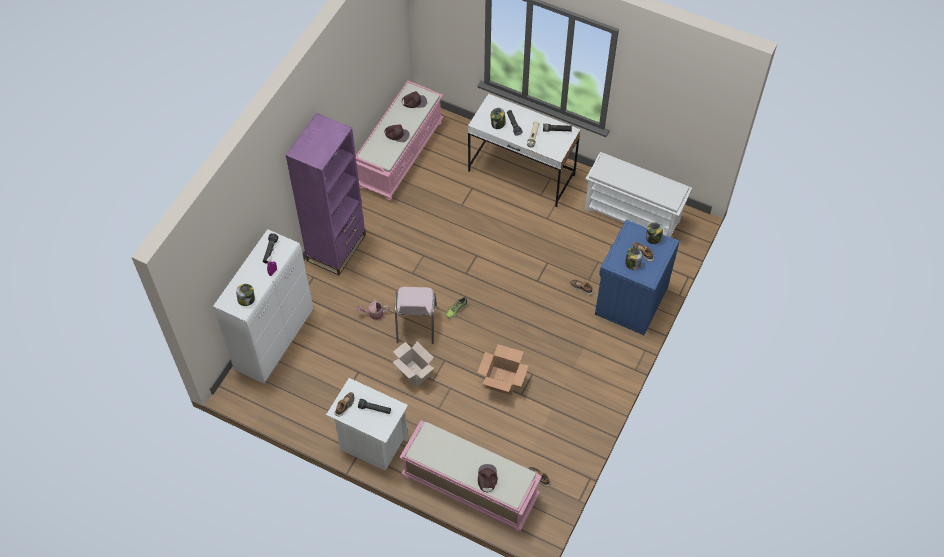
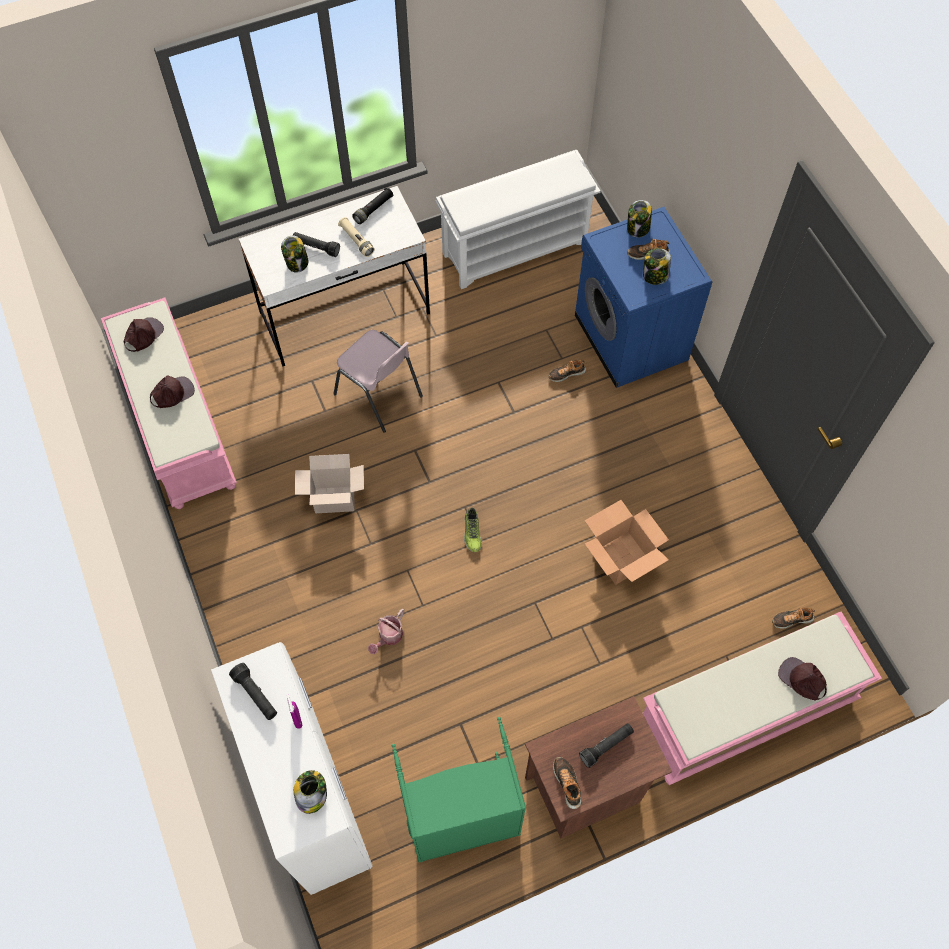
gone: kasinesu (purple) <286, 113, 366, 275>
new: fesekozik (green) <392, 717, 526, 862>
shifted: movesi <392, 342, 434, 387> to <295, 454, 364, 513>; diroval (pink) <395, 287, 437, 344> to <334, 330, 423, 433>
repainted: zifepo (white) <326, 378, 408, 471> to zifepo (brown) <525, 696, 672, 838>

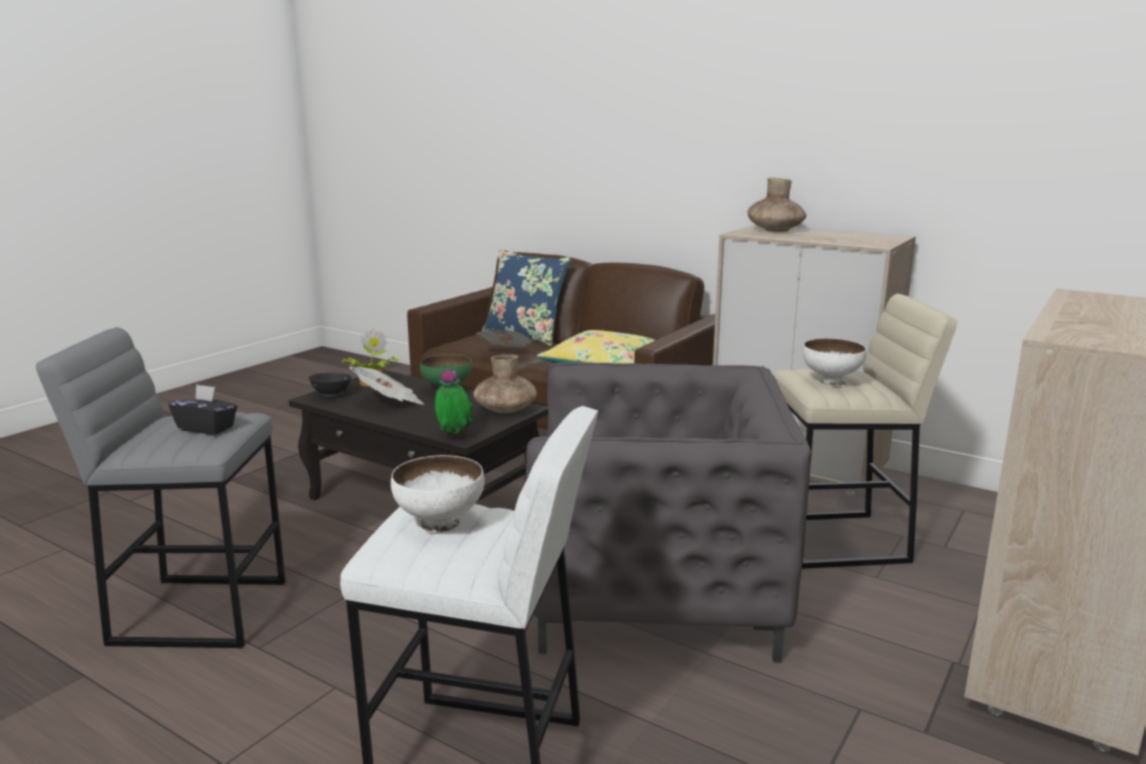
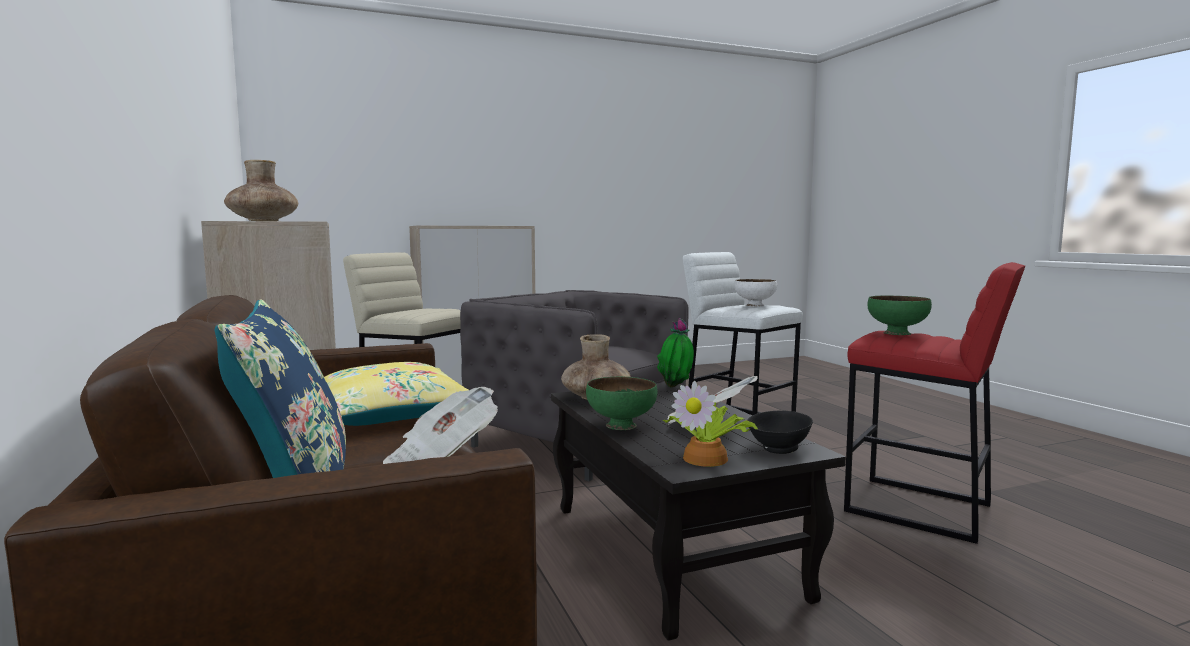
gone: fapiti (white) <803, 338, 866, 386>
swapped: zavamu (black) <169, 384, 238, 435> to fapiti (green) <867, 296, 932, 335>
repainted: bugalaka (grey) <36, 327, 285, 648> to bugalaka (red) <844, 262, 1025, 544>

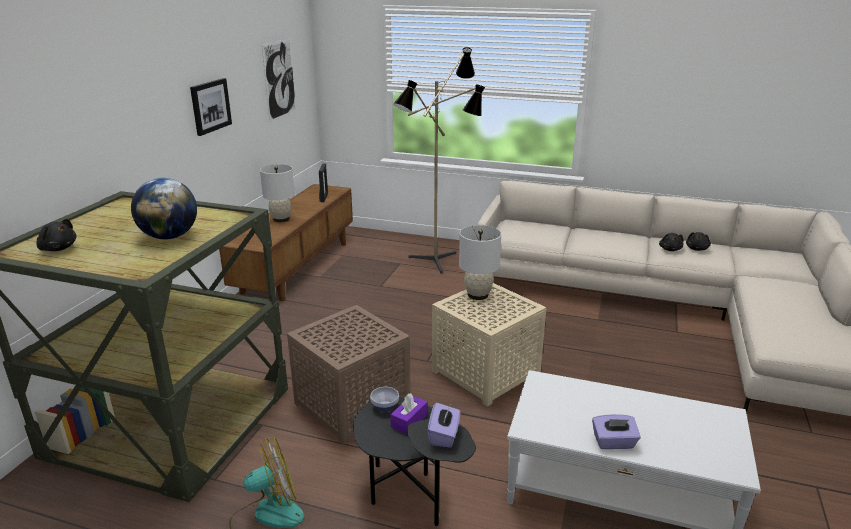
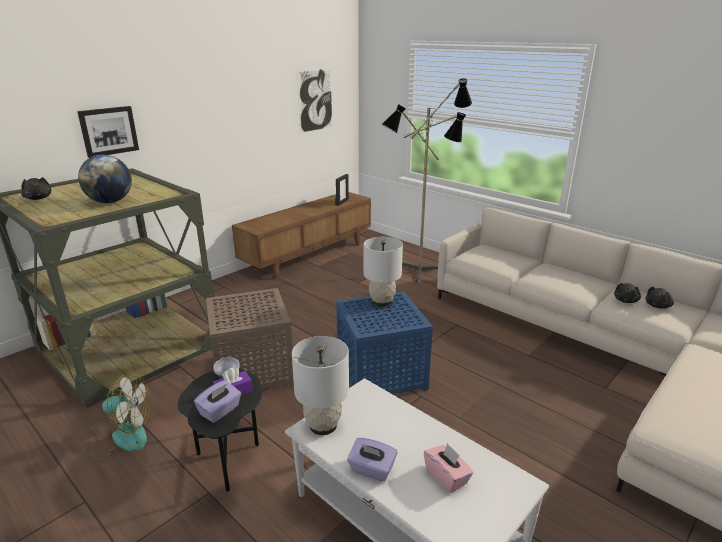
new: zavamu (pink) <424, 443, 473, 493>
shifted: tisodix <190, 78, 232, 136> to <77, 106, 139, 158>; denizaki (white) <260, 164, 295, 222> to <292, 336, 349, 435>
repainted: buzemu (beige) <432, 283, 546, 407> to buzemu (blue) <336, 291, 433, 394>

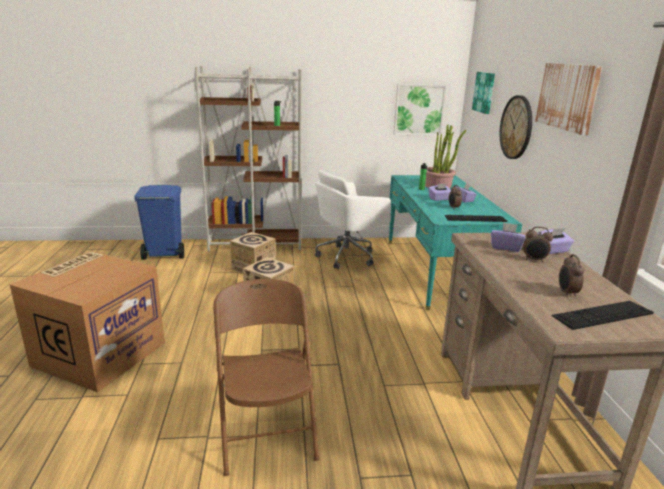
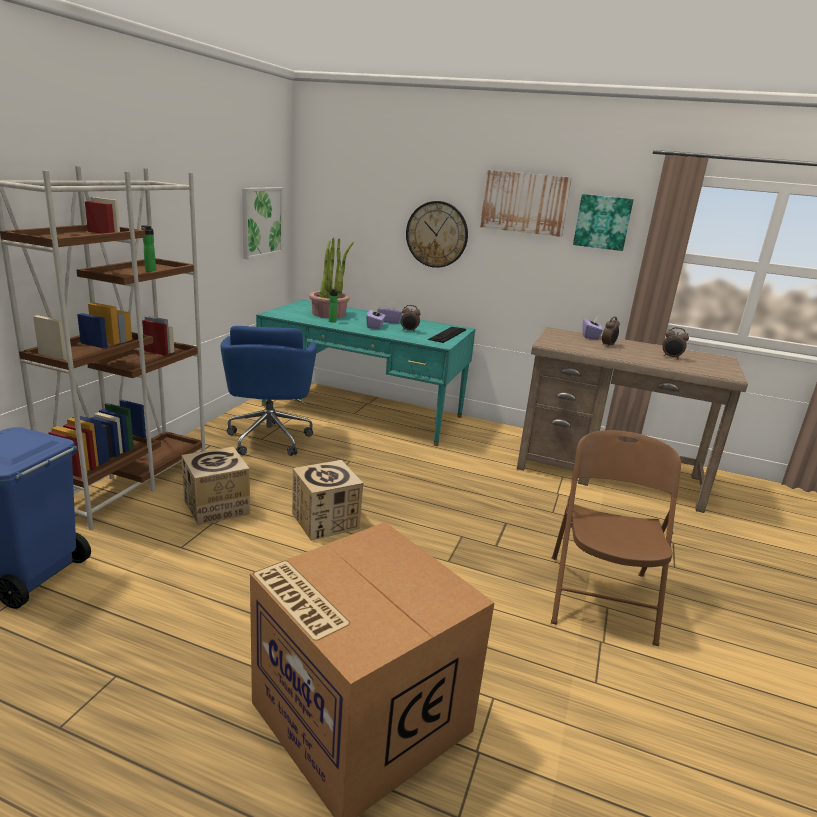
gone: zavamu (purple) <491, 222, 525, 252>; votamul <551, 301, 654, 330>
shifted: tisodix <472, 72, 495, 114> to <573, 194, 634, 251>
repainted: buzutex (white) <315, 170, 391, 269> to buzutex (blue) <220, 326, 317, 456>
rotated: diroval (brown) <213, 279, 320, 476> = <551, 430, 681, 646> 90 degrees clockwise

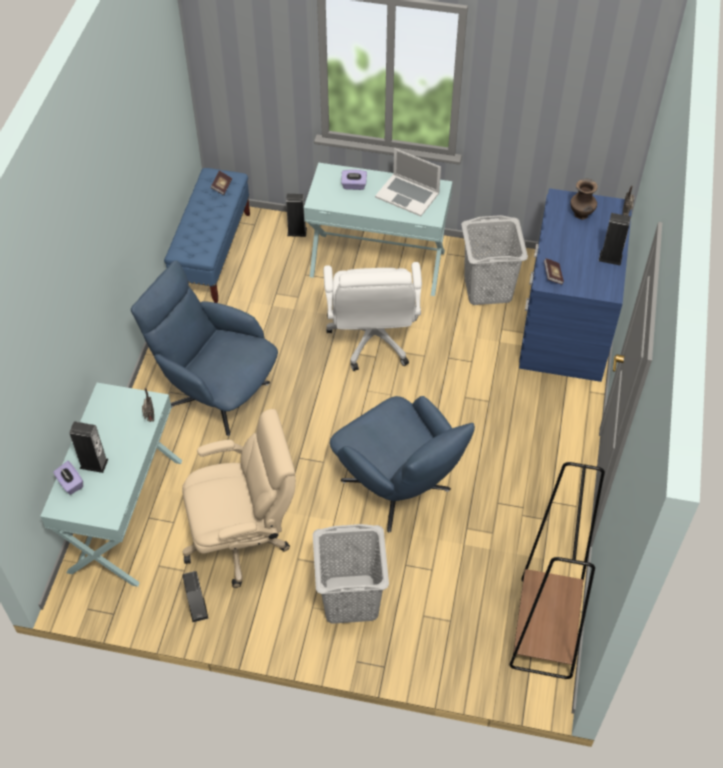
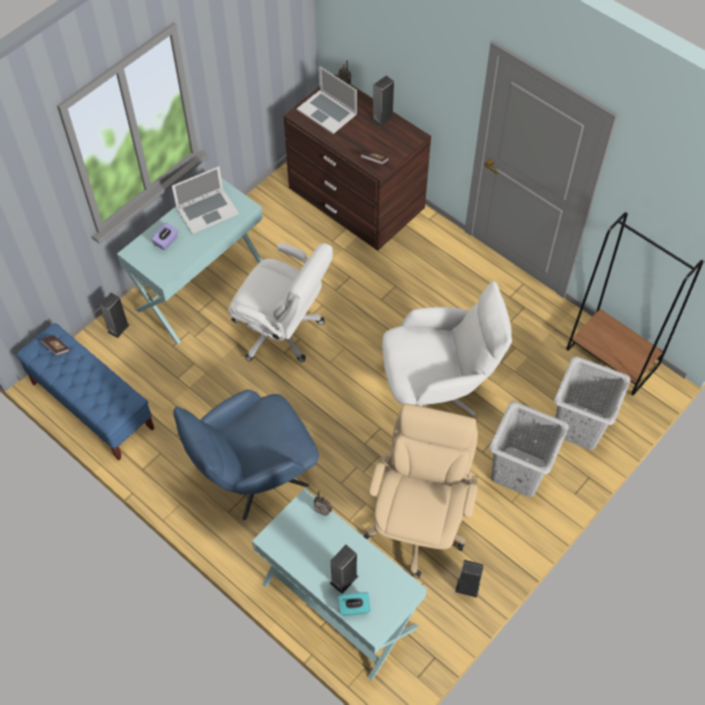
shifted: fesekozik (grey) <461, 215, 528, 305> to <554, 356, 631, 450>
swapped: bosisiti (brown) <570, 179, 598, 220> to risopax <297, 66, 357, 134>
repainted: zavamu (purple) <53, 461, 83, 495> to zavamu (turquoise) <338, 592, 370, 616>; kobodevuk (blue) <330, 396, 475, 532> to kobodevuk (white) <382, 281, 512, 416>; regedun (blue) <519, 188, 632, 382> to regedun (brown) <284, 74, 431, 251>

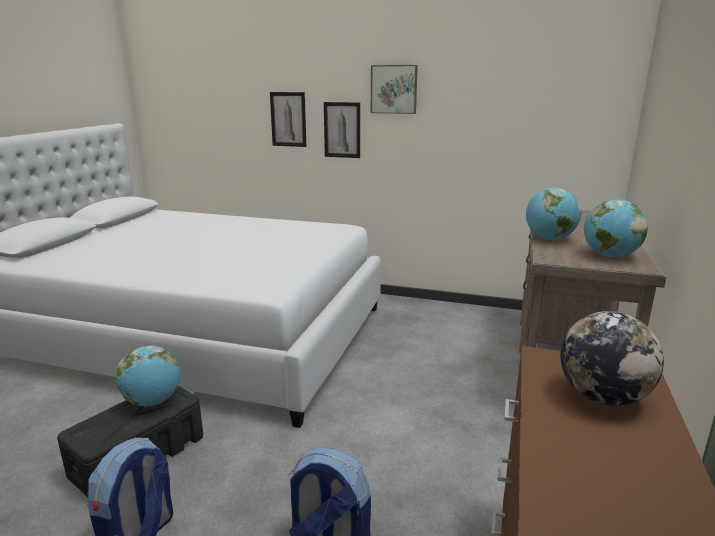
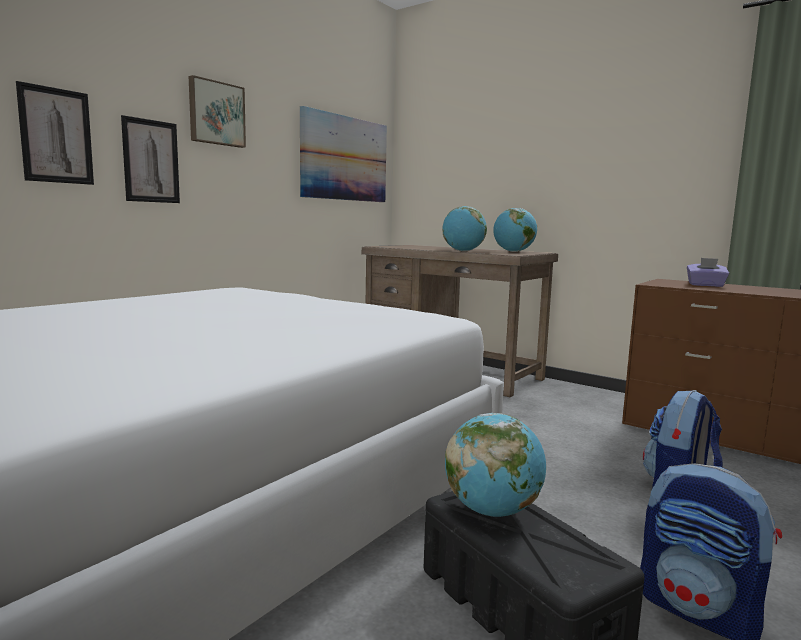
new: tisodix <300, 106, 387, 202>
swapped: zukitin <561, 311, 664, 406> to zavamu (purple) <687, 258, 729, 287>

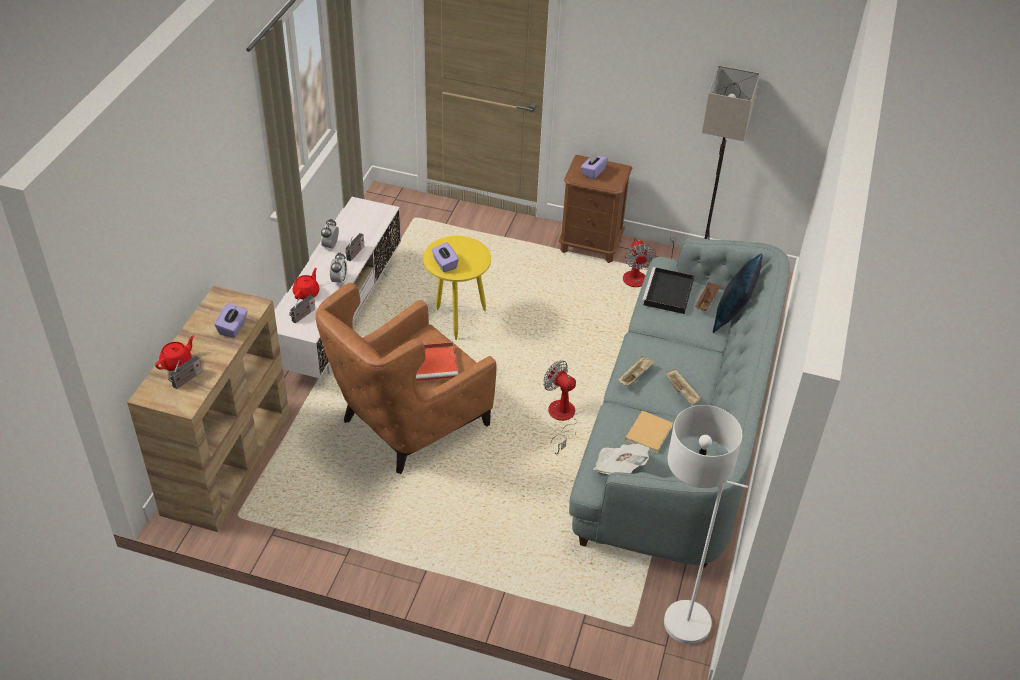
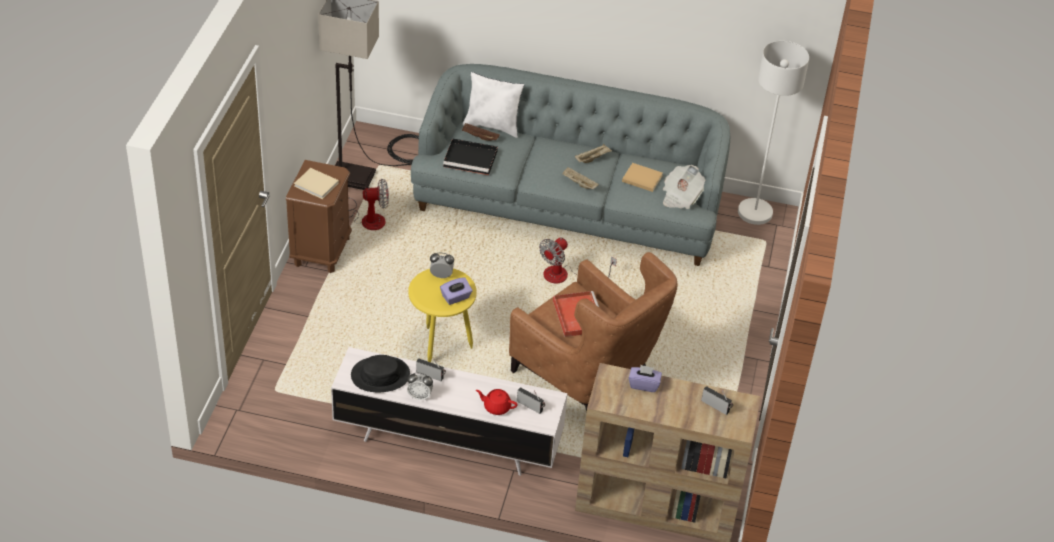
gone: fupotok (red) <155, 335, 194, 371>
new: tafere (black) <351, 355, 410, 392>
shifted: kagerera <330, 252, 347, 286> to <430, 253, 454, 278>
swapped: zavamu (purple) <581, 152, 608, 179> to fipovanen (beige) <294, 168, 339, 199>
repainted: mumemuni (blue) <713, 253, 762, 333> to mumemuni (white) <463, 72, 524, 138>

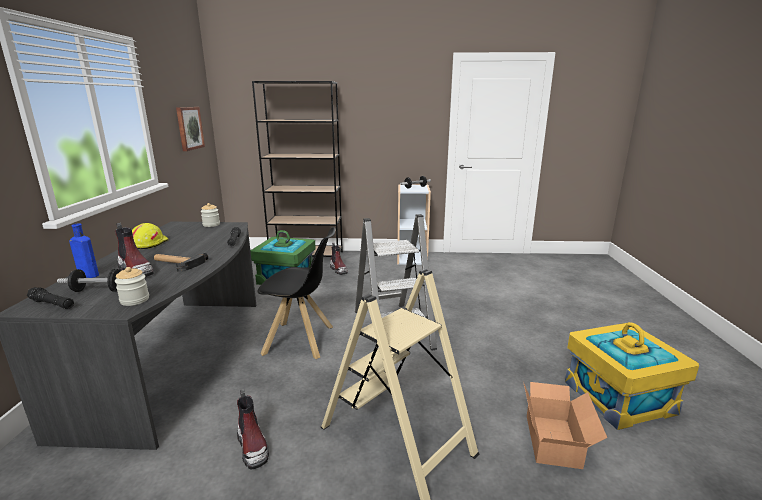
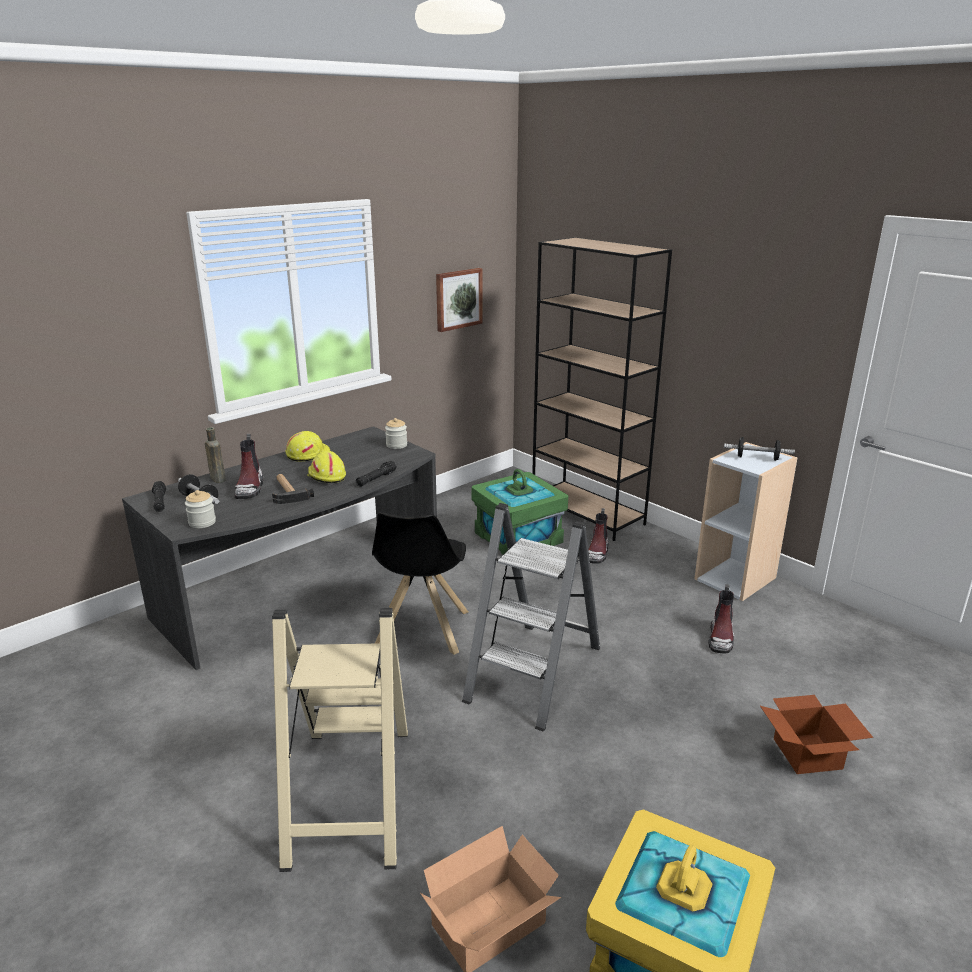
new: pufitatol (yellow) <307, 451, 346, 483>; movesi <760, 695, 873, 774>
shifted: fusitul <237, 389, 269, 470> to <708, 584, 734, 653>
repainted: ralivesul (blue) <69, 223, 99, 278> to ralivesul (brown) <205, 427, 226, 483>
rotated: diroval (black) <257, 227, 336, 359> = <372, 512, 468, 655> 45 degrees clockwise

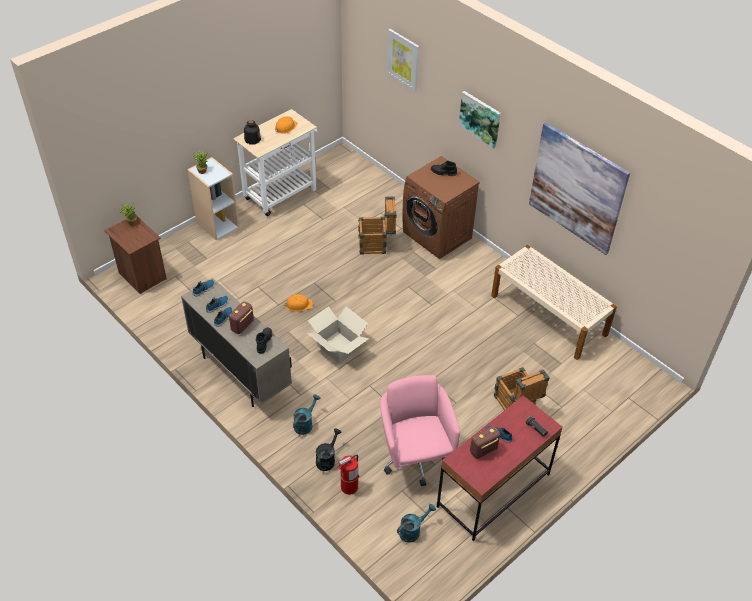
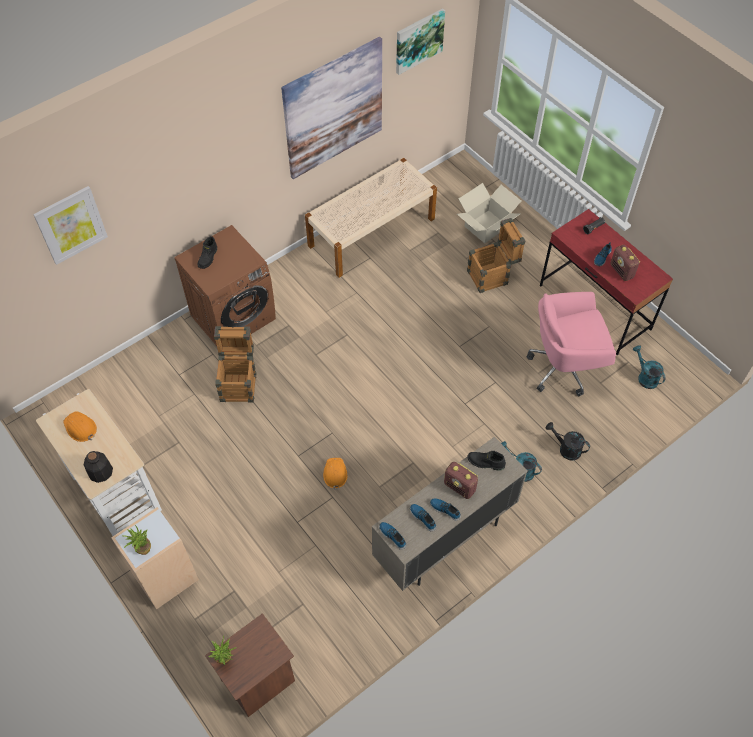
gone: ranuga <337, 454, 359, 495>
shifted: movesi <307, 307, 369, 364> to <457, 183, 521, 243>; tisodix <459, 91, 501, 149> to <396, 8, 445, 75>

